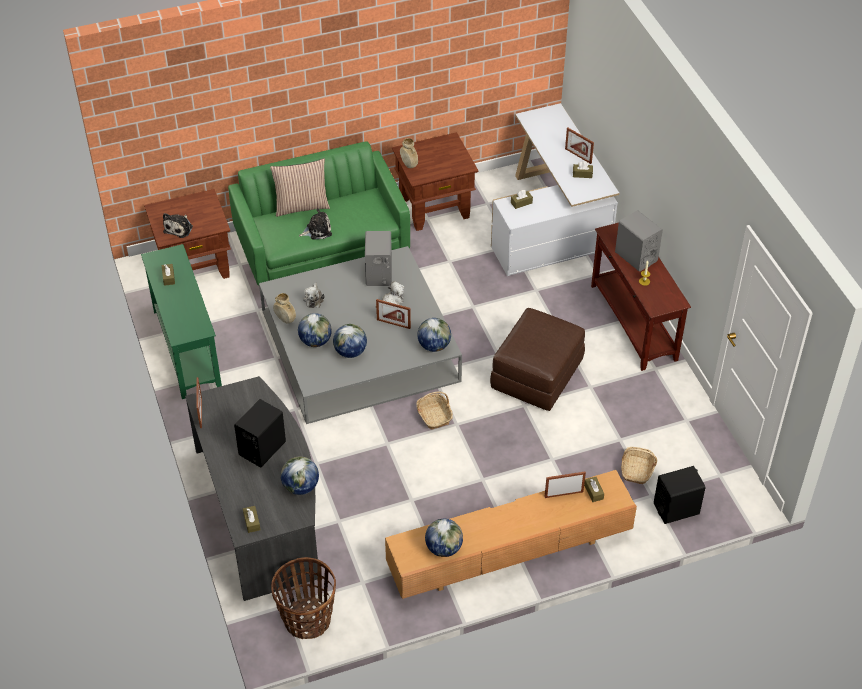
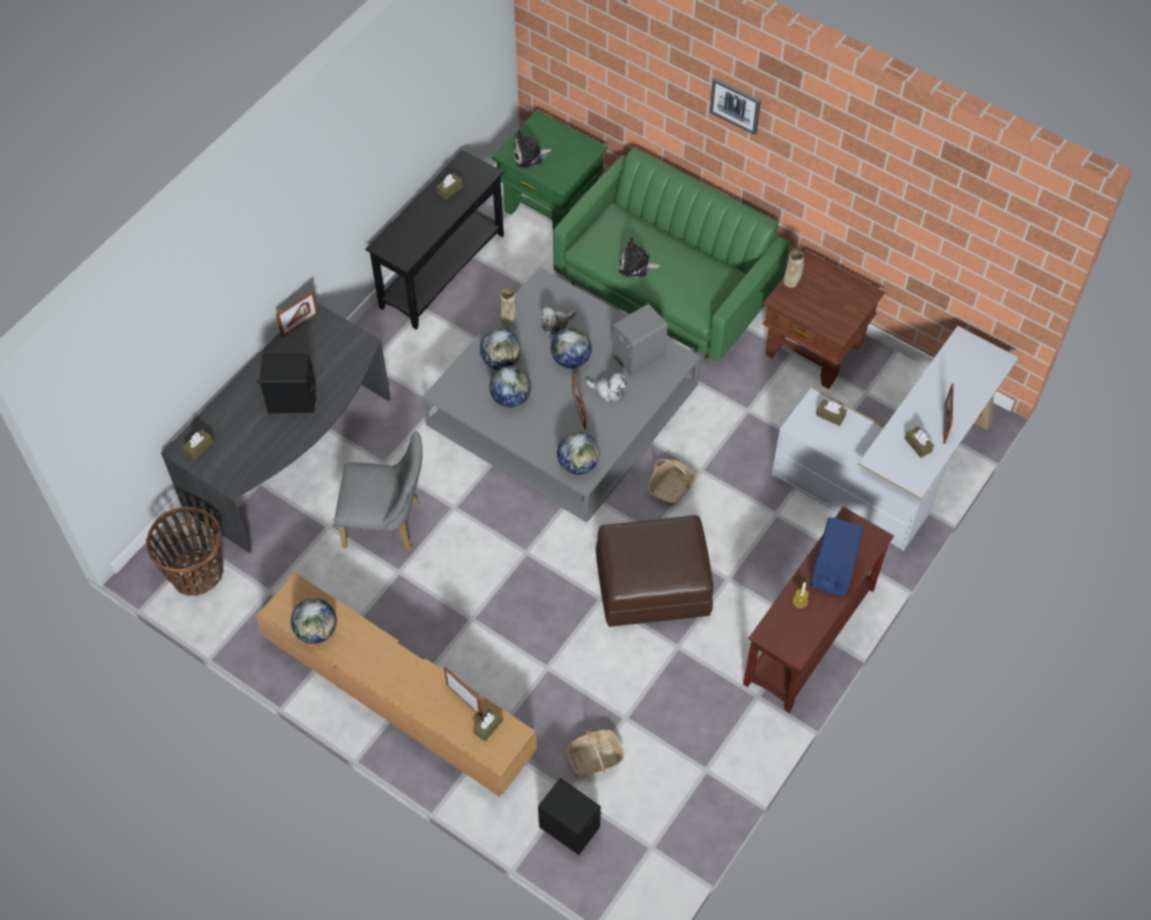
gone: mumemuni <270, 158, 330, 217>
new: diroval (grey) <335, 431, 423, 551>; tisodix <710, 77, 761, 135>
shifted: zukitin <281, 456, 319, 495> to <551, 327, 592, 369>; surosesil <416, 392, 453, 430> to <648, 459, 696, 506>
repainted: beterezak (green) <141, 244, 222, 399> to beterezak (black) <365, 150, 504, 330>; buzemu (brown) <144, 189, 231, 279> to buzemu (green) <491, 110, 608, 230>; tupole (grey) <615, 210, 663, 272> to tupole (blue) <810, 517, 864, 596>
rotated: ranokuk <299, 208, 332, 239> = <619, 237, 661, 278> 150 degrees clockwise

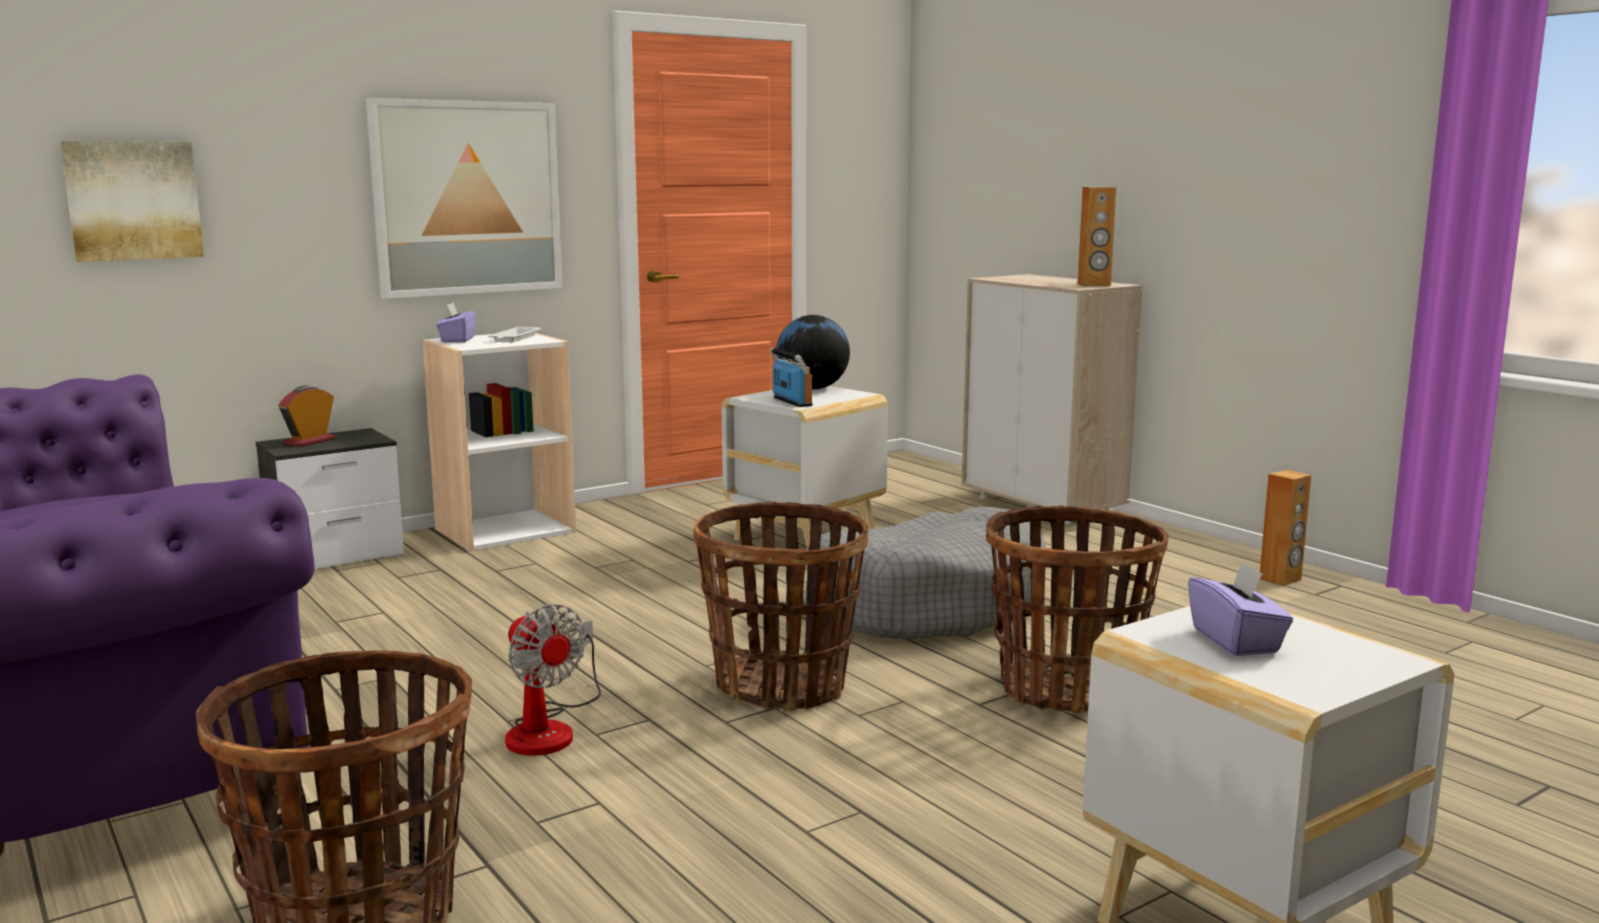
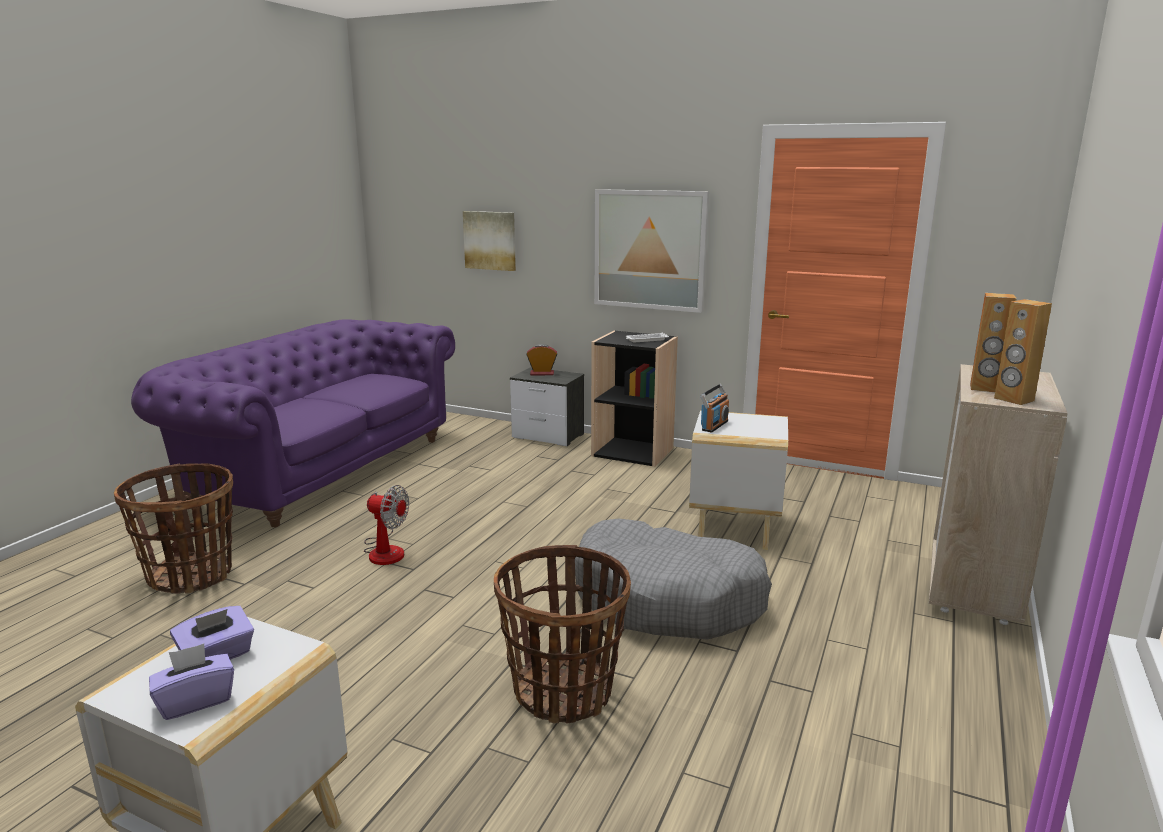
gone: surosesil <693, 501, 869, 711>; zukitin <776, 315, 850, 389>
shifted: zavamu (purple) <436, 302, 476, 342> to <149, 643, 234, 720>; tupole (brown) <1260, 470, 1311, 586> to <970, 293, 1017, 392>
repainted: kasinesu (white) <422, 333, 576, 551> to kasinesu (black) <591, 331, 678, 467>
rotated: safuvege <505, 604, 601, 756> = <364, 485, 409, 565> 90 degrees counterclockwise

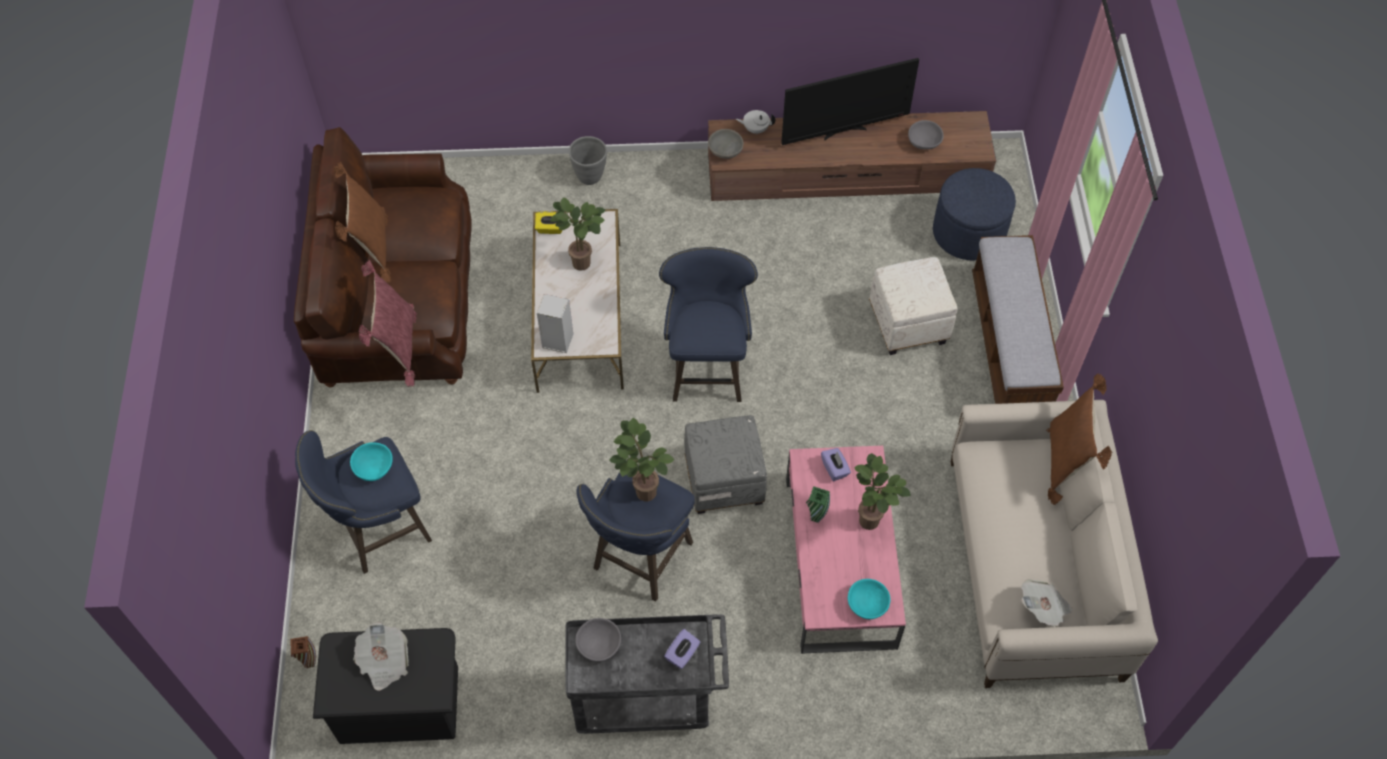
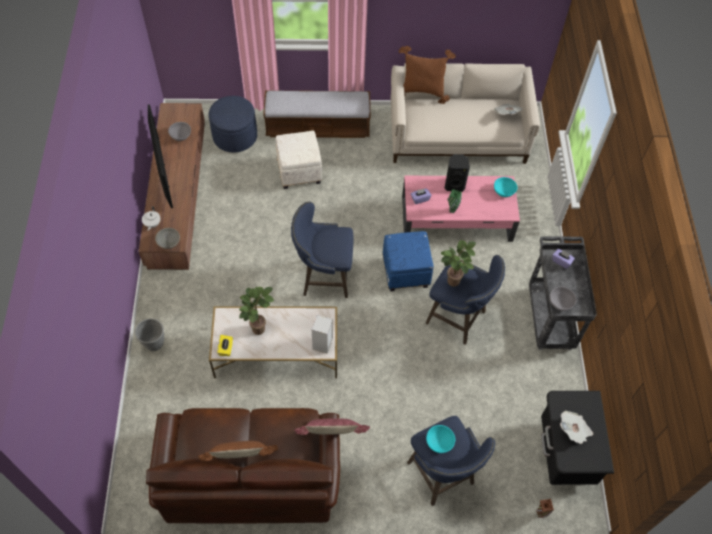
swapped: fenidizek <854, 453, 911, 530> to tupole (black) <444, 154, 470, 192>
repainted: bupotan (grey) <684, 415, 767, 514> to bupotan (blue) <383, 231, 434, 292>

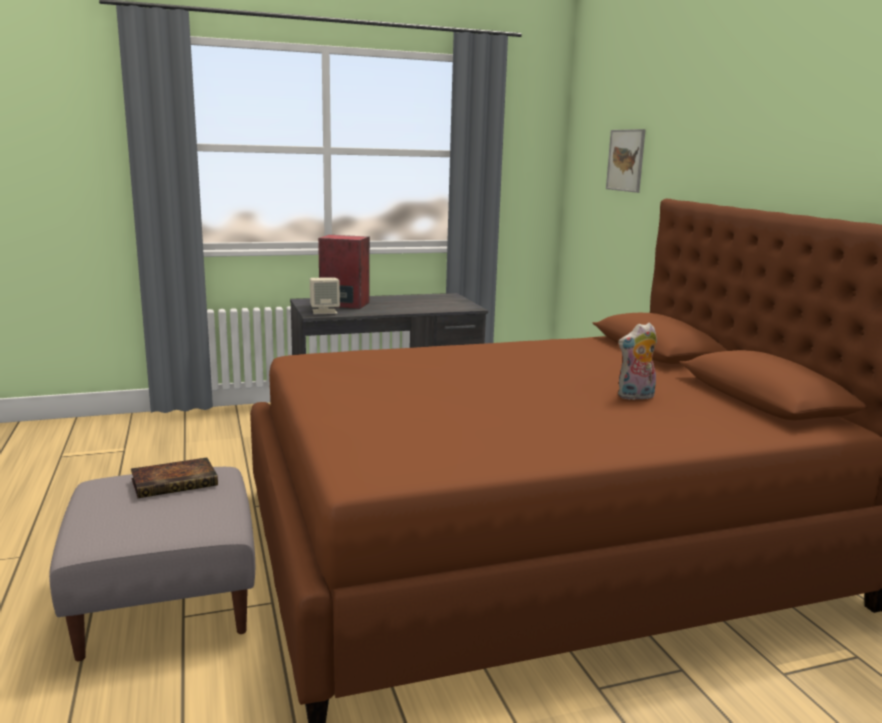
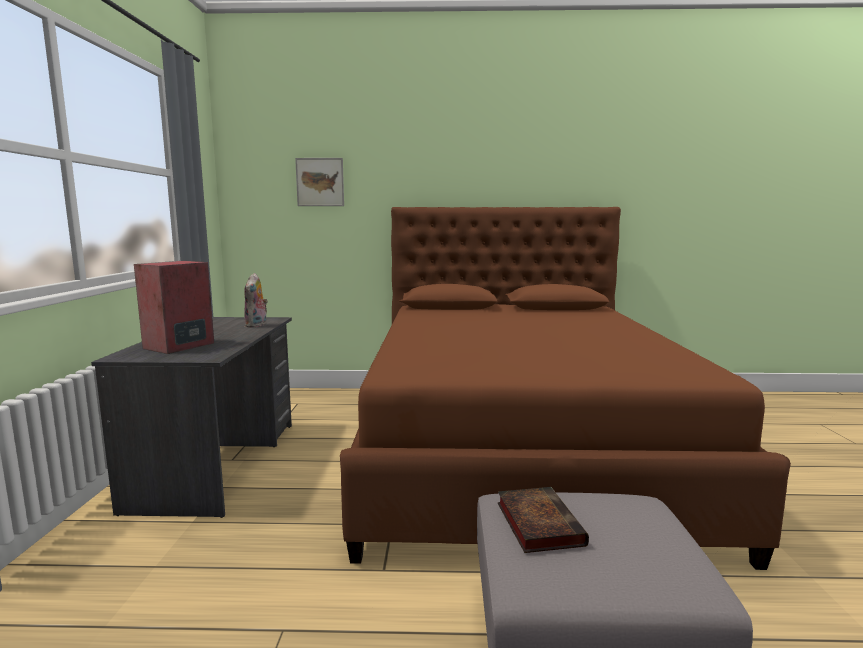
gone: tupole (beige) <310, 277, 340, 314>
shifted: ranokuk <618, 322, 657, 400> to <244, 273, 268, 328>

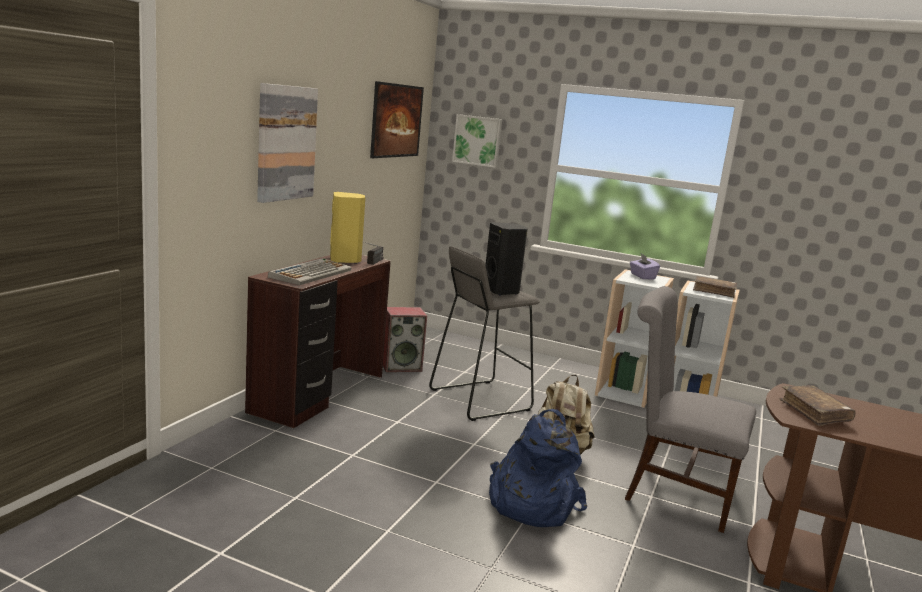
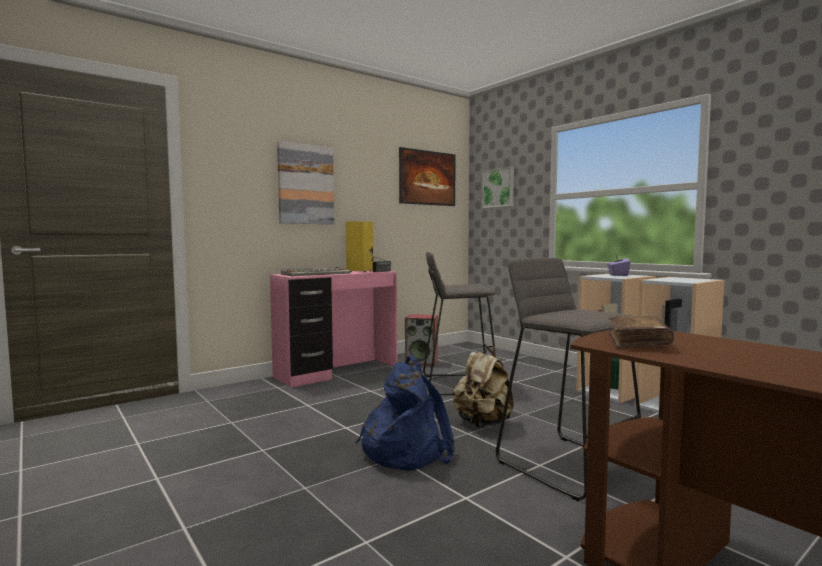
gone: tupole (black) <485, 222, 528, 296>; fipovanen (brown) <693, 276, 737, 298>
swapped: diroval (grey) <625, 286, 756, 533> to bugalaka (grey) <496, 258, 641, 501>
repainted: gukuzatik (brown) <245, 255, 390, 428> to gukuzatik (pink) <270, 270, 397, 388>

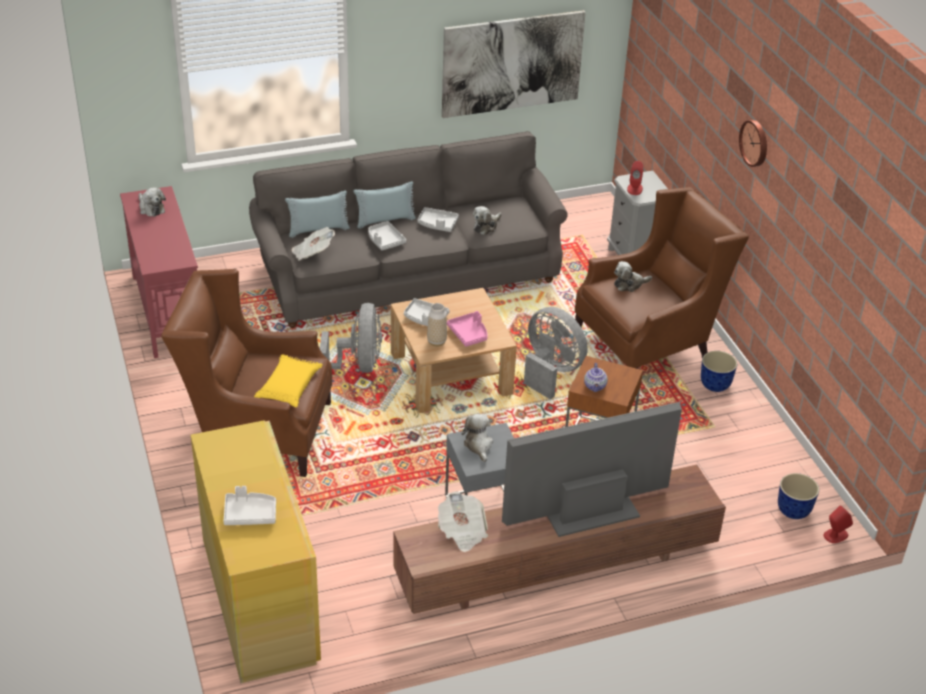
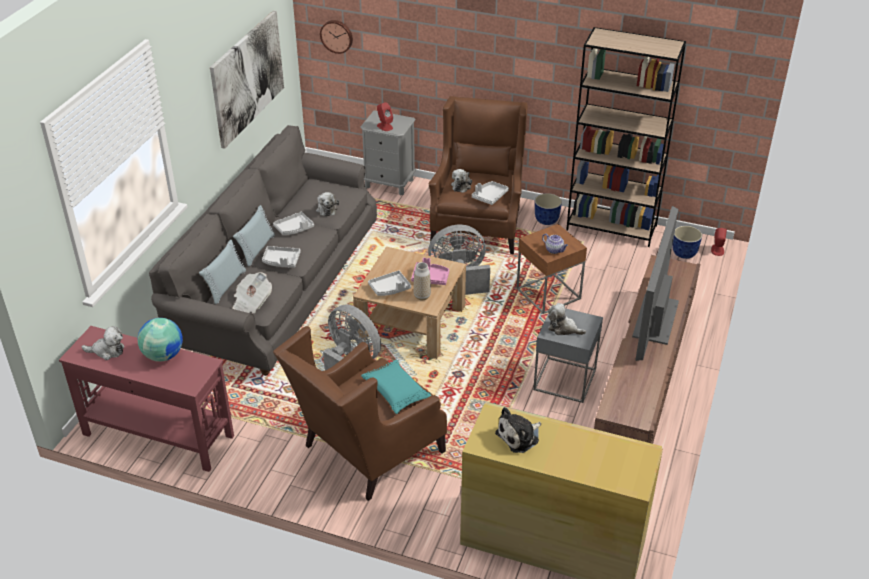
gone: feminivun <438, 491, 488, 552>
new: zukitin <137, 318, 183, 362>; ranokuk <495, 407, 541, 453>; kasinesu (beige) <566, 27, 686, 247>
shifted: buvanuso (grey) <224, 486, 276, 525> to <472, 181, 509, 205>; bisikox <739, 120, 767, 167> to <320, 20, 353, 54>
repainted: mumemuni (yellow) <254, 354, 323, 407> to mumemuni (turquoise) <361, 360, 432, 414>

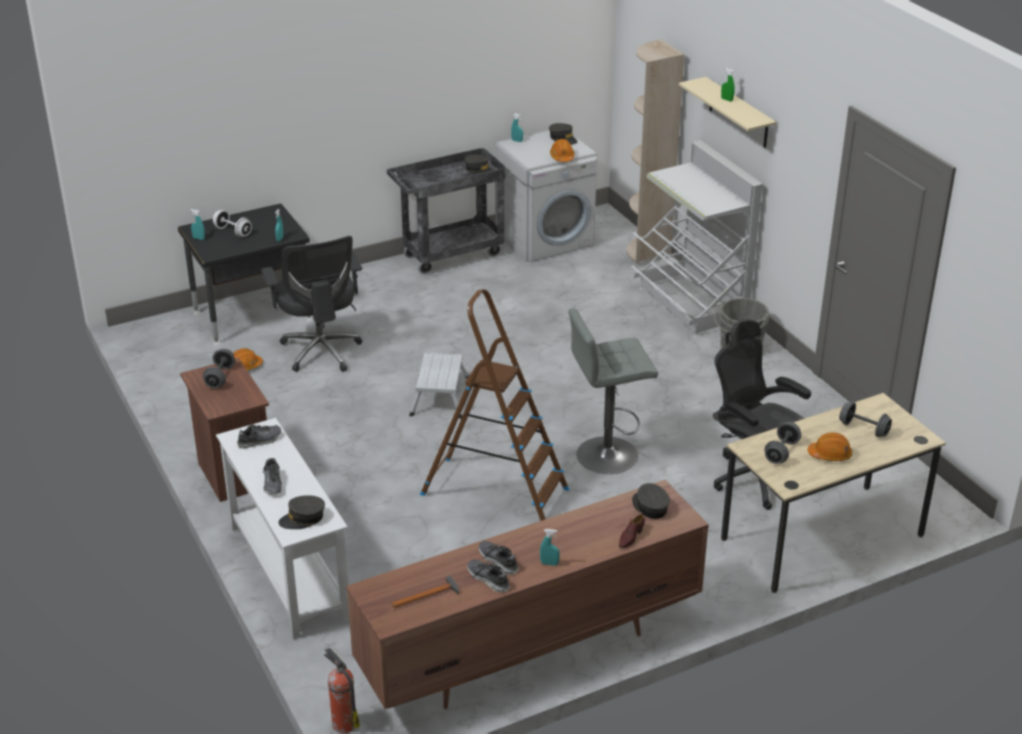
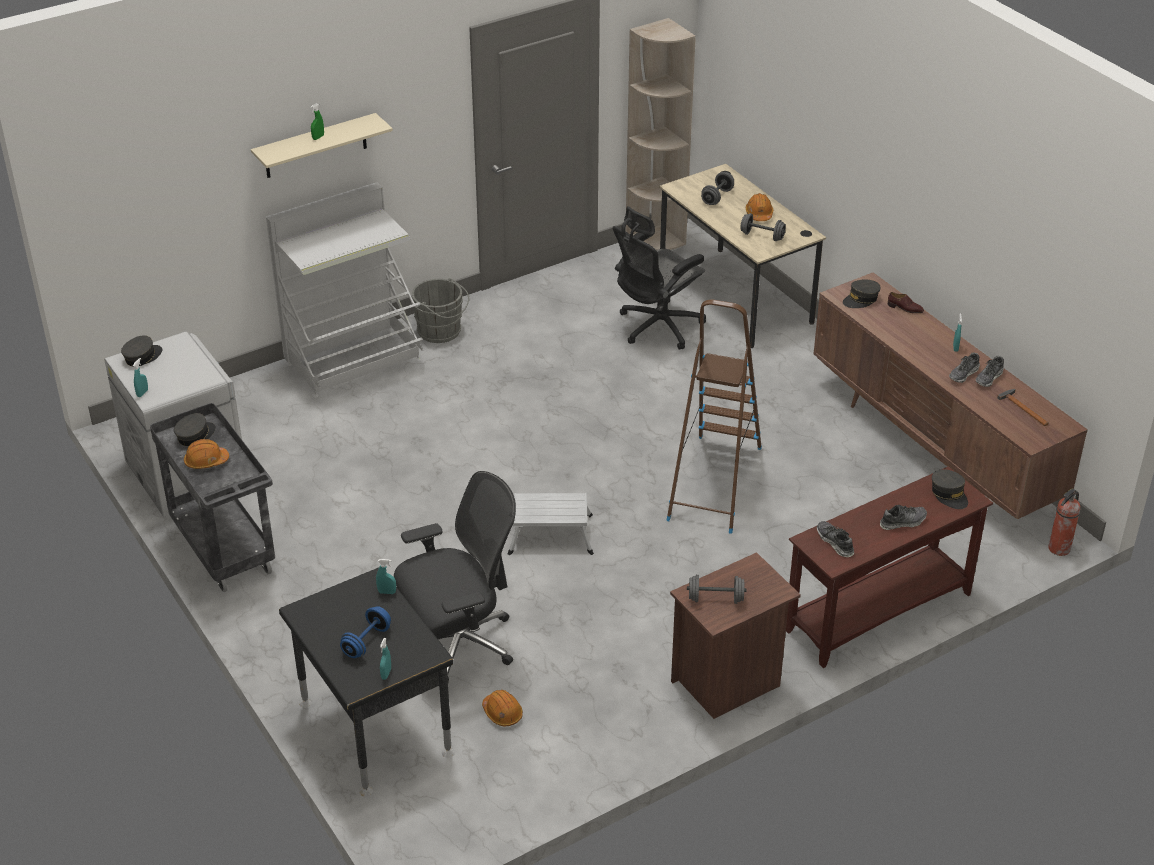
gone: bugalaka (grey) <568, 308, 658, 474>
shifted: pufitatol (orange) <550, 139, 575, 162> to <184, 439, 229, 469>; kasinesu (beige) <627, 40, 685, 264> to <626, 18, 696, 250>
repainted: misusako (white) <213, 210, 252, 237> to misusako (blue) <340, 606, 391, 658>; beterezak (white) <216, 418, 349, 639> to beterezak (brown) <786, 466, 993, 668>

